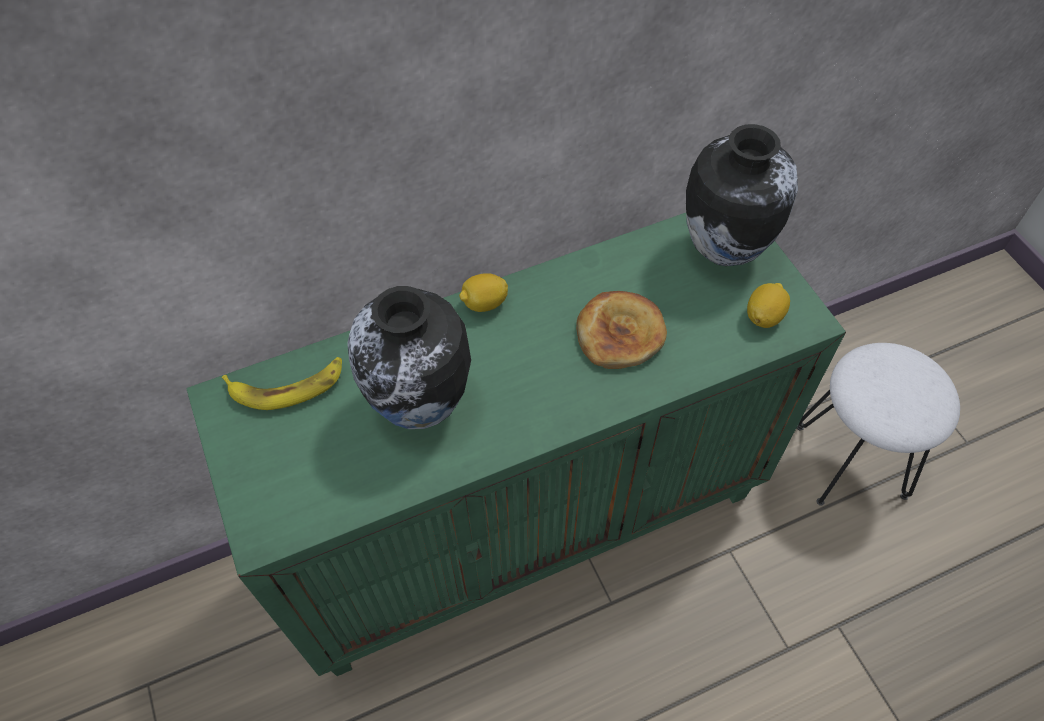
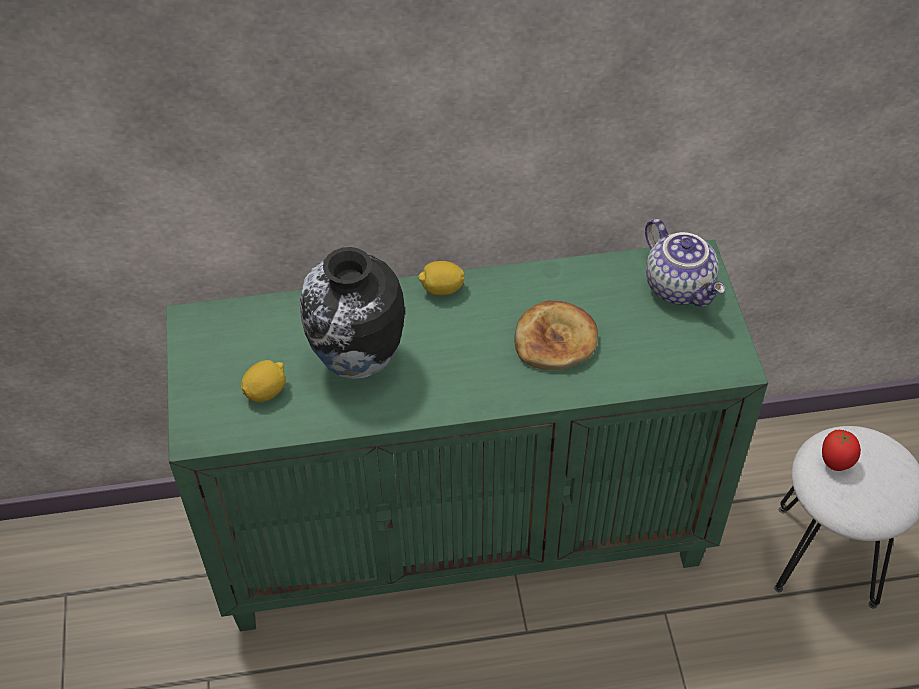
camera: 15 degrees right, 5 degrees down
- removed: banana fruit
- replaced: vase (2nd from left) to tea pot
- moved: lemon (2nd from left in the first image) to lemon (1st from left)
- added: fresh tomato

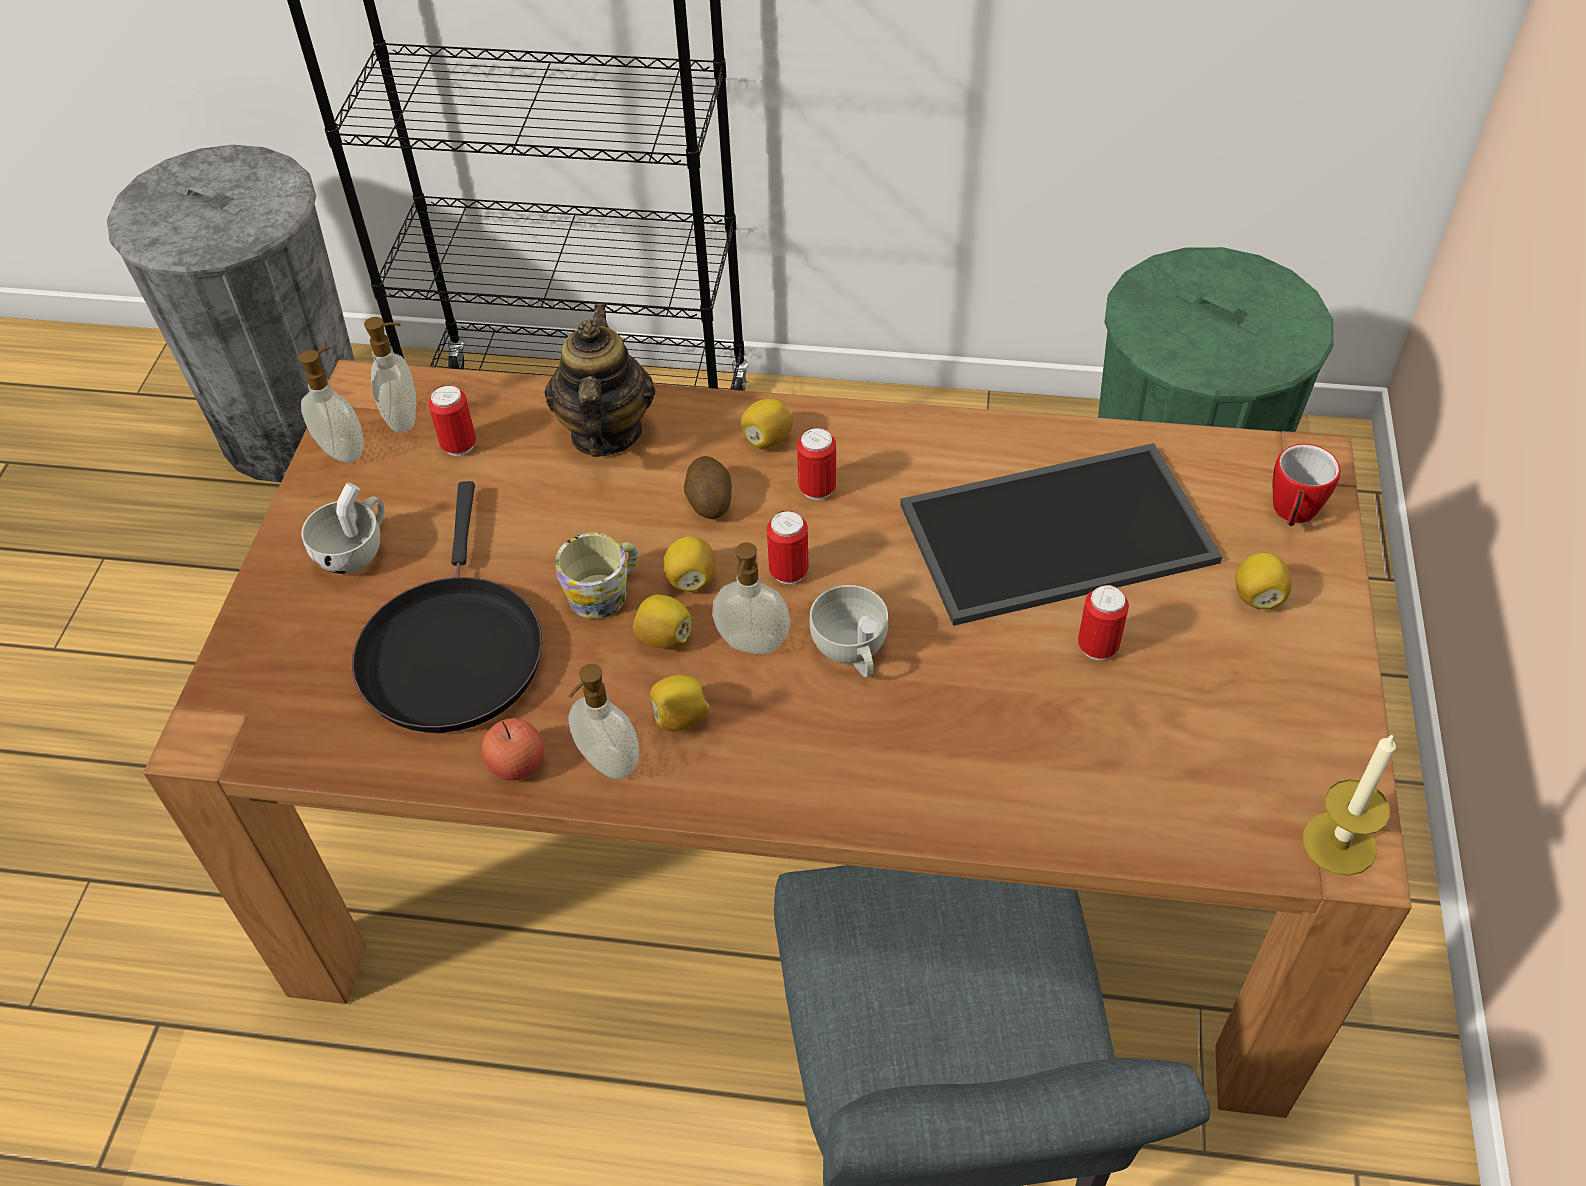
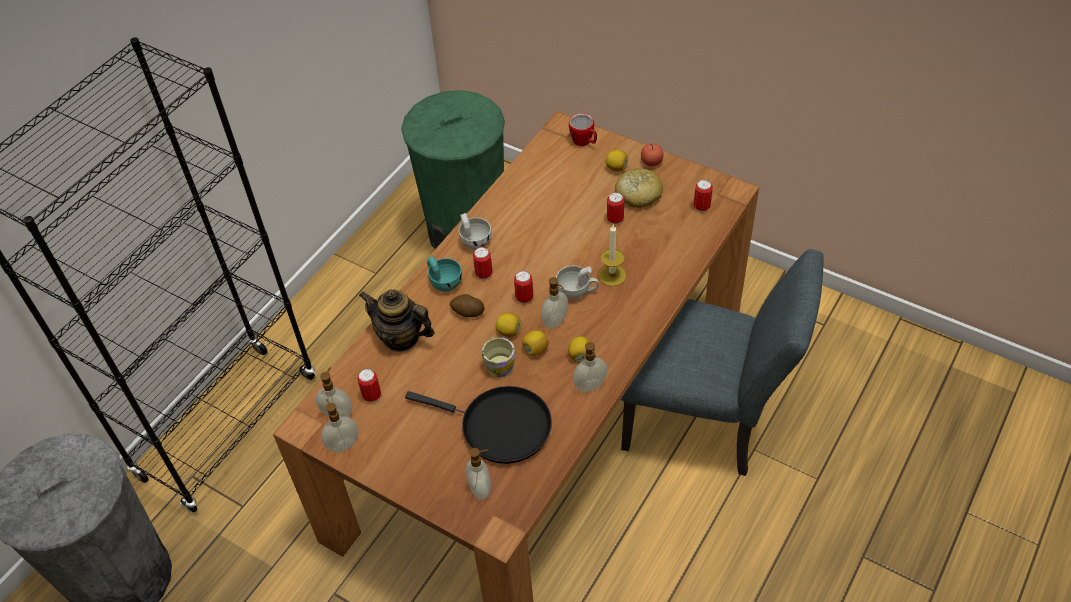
camera: 65 degrees left, 0 degrees up
- moved: whitish cup (1st from left)
- moved: apple fruit
- replaced: lemon (4th from left) to turquoise-coloured cup
- removed: serving tray
- moved: wax light
- added: soap bottle (3rd from left)
- added: bakery bread
- added: can (5th from left)

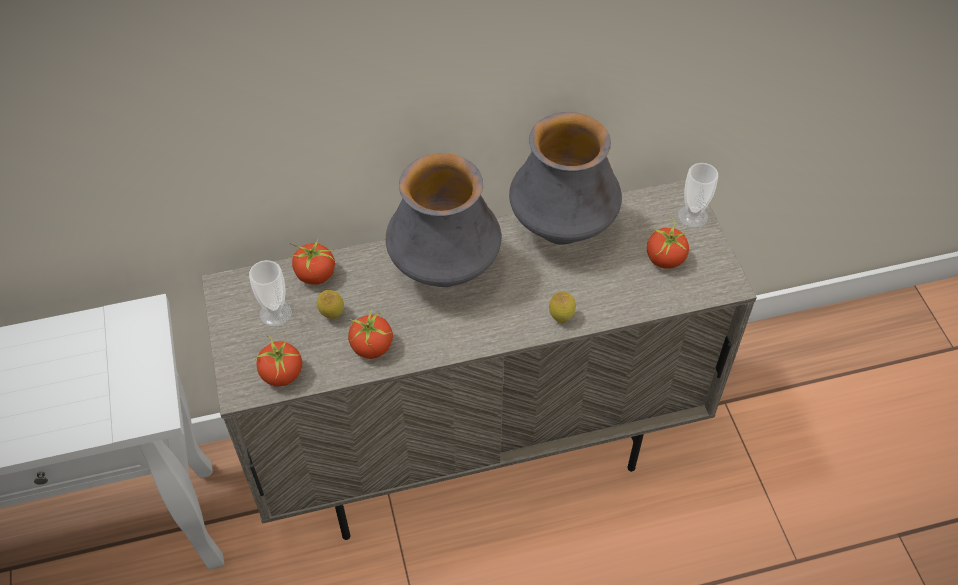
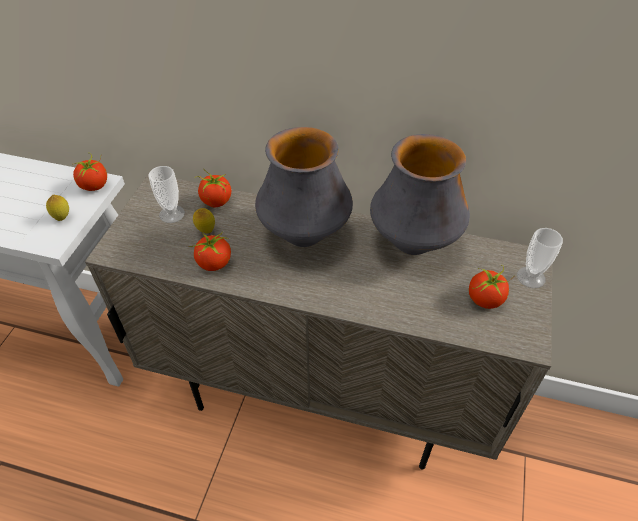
camera: 30 degrees right, 5 degrees down
- moved: fresh tomato (1st from left)
- moved: lemon (2nd from left in the first image) to lemon (1st from left)

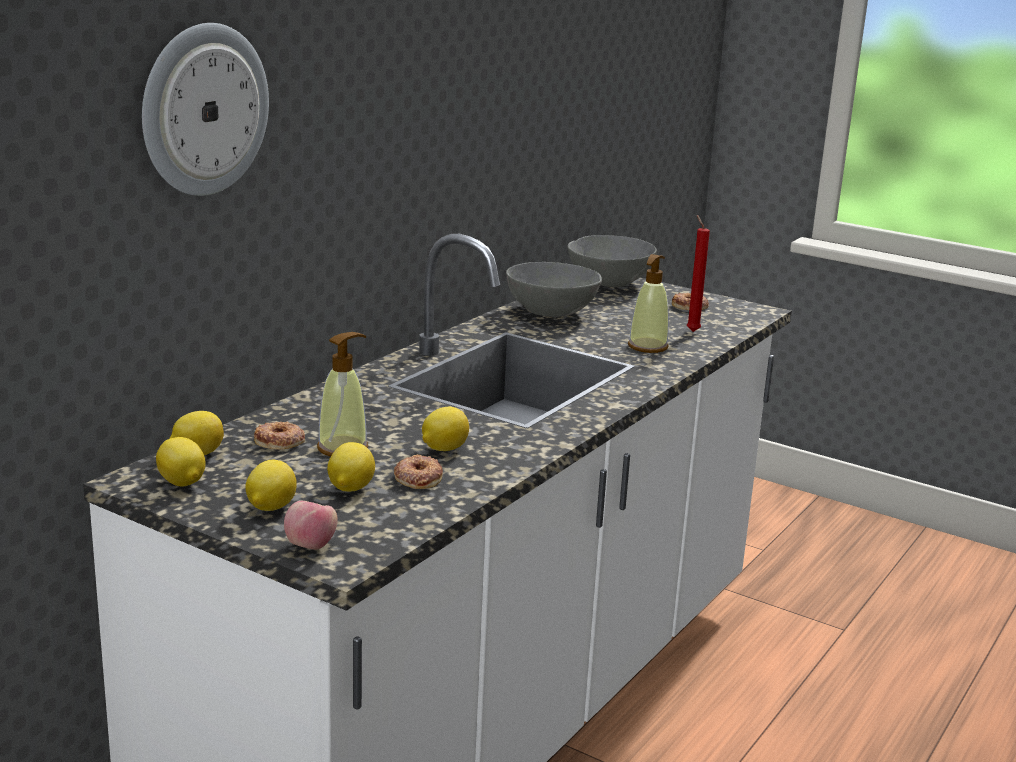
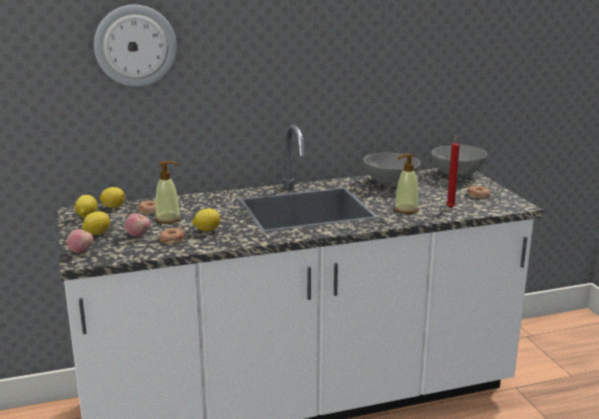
camera: 40 degrees right, 0 degrees up
- replaced: lemon (4th from left) to apple fruit (2nd from left)

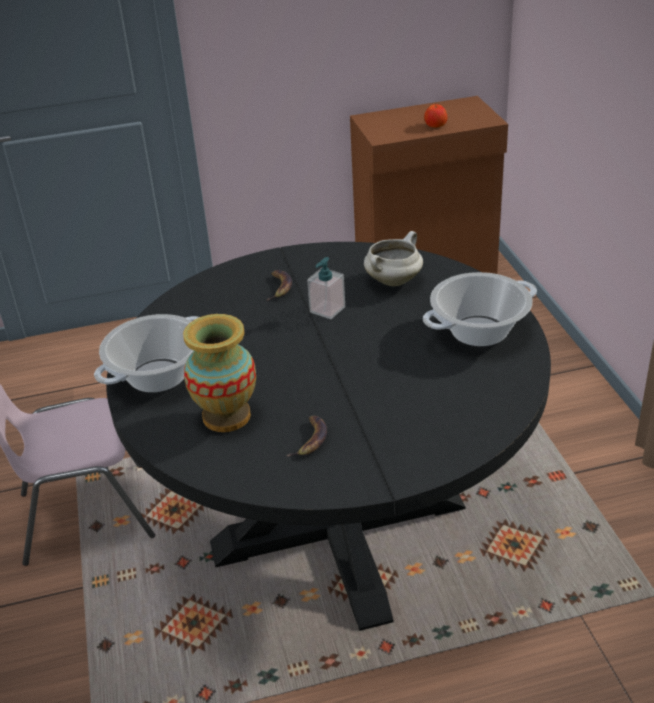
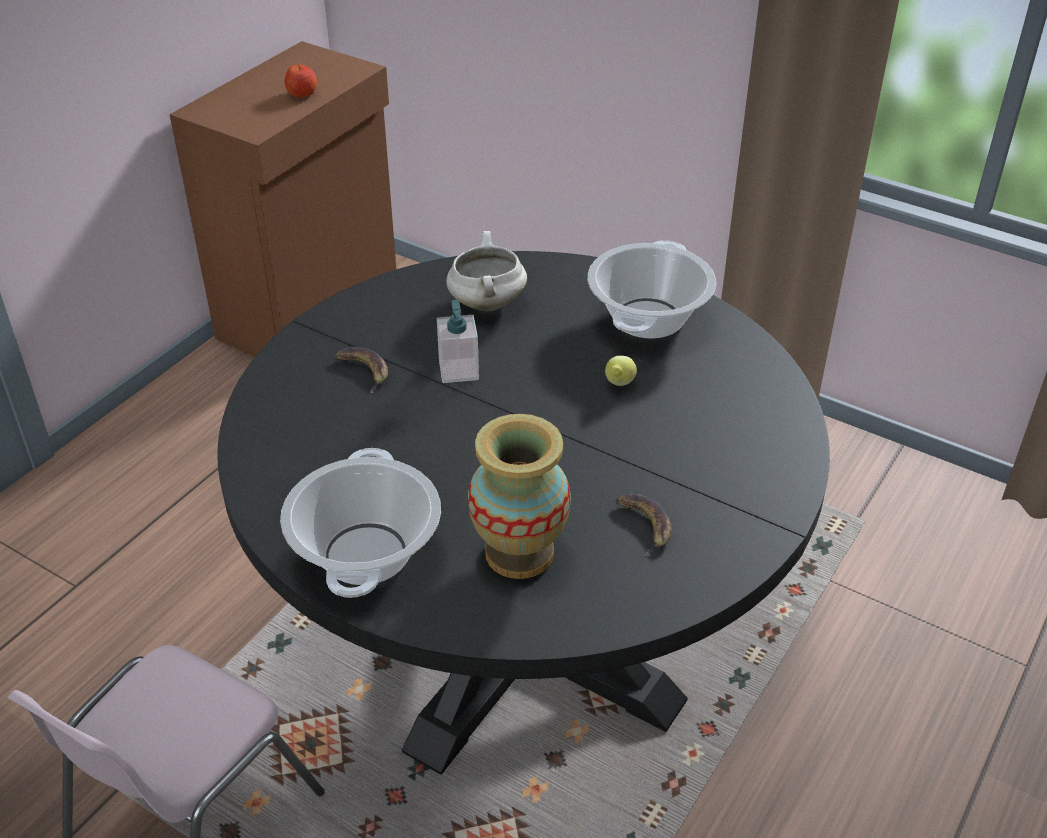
camera: 45 degrees left, 5 degrees up
- added: lemon

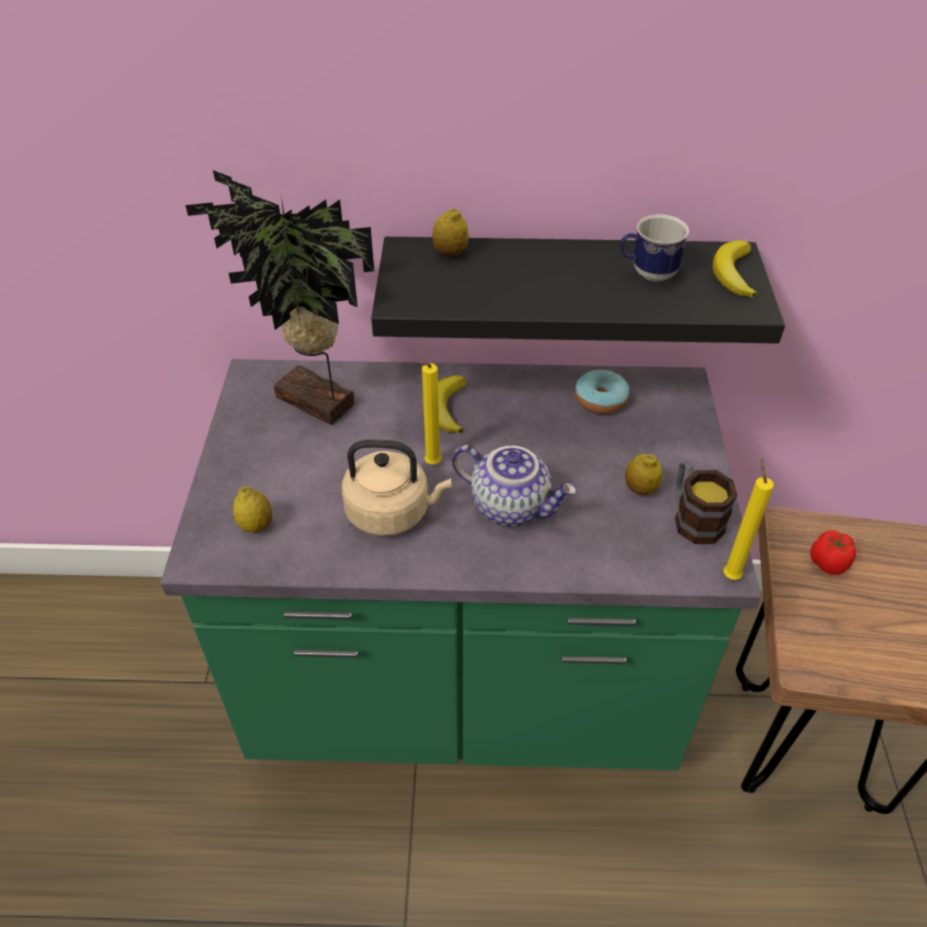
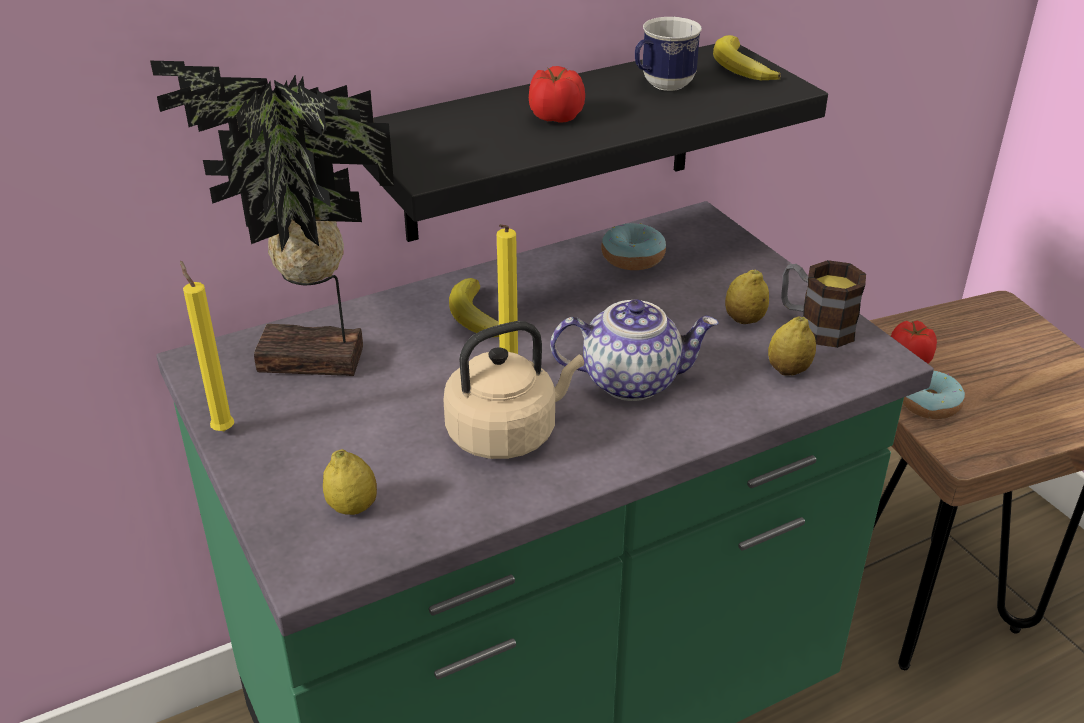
camera: 30 degrees left, 10 degrees down
- moved: lemon (2nd from left in the first image) to lemon (3rd from left)
- moved: yellow wax light (2nd from left in the first image) to yellow wax light (1st from left)
- added: fresh tomato (1st from left)
- added: doughnut (2nd from left)

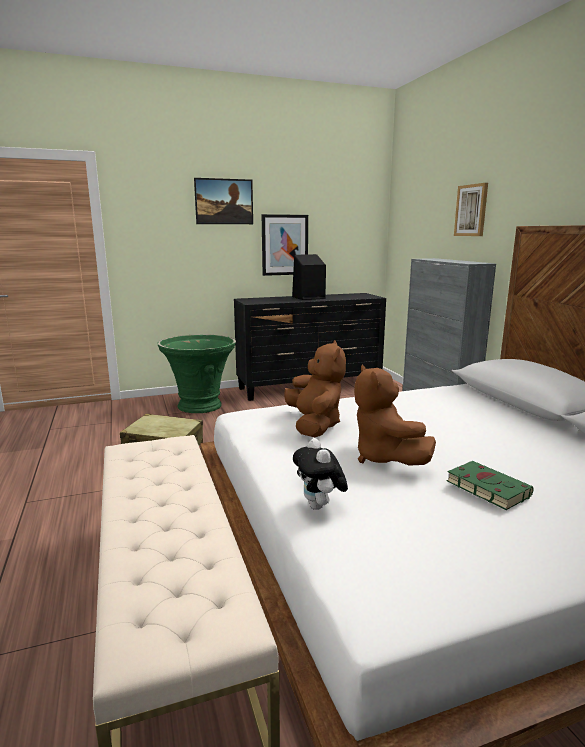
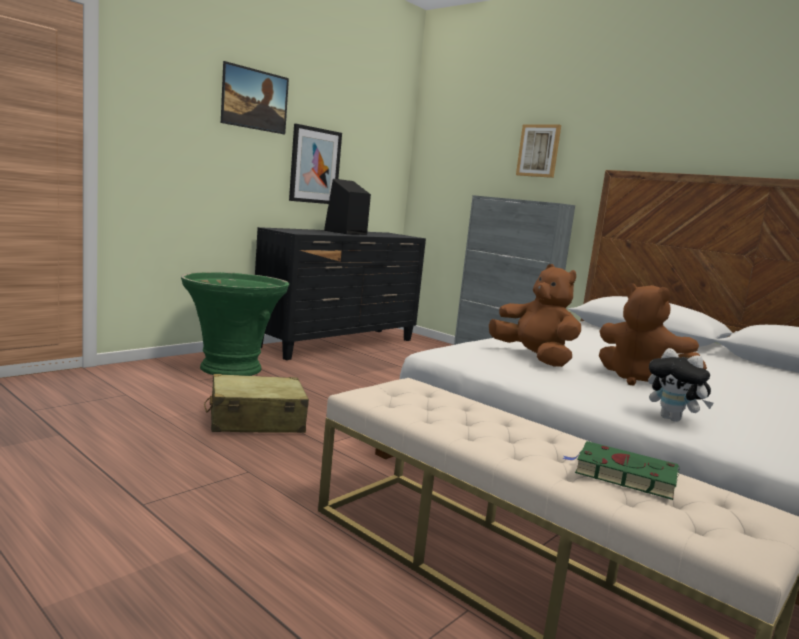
camera: 30 degrees left, 5 degrees down
- moved: green book

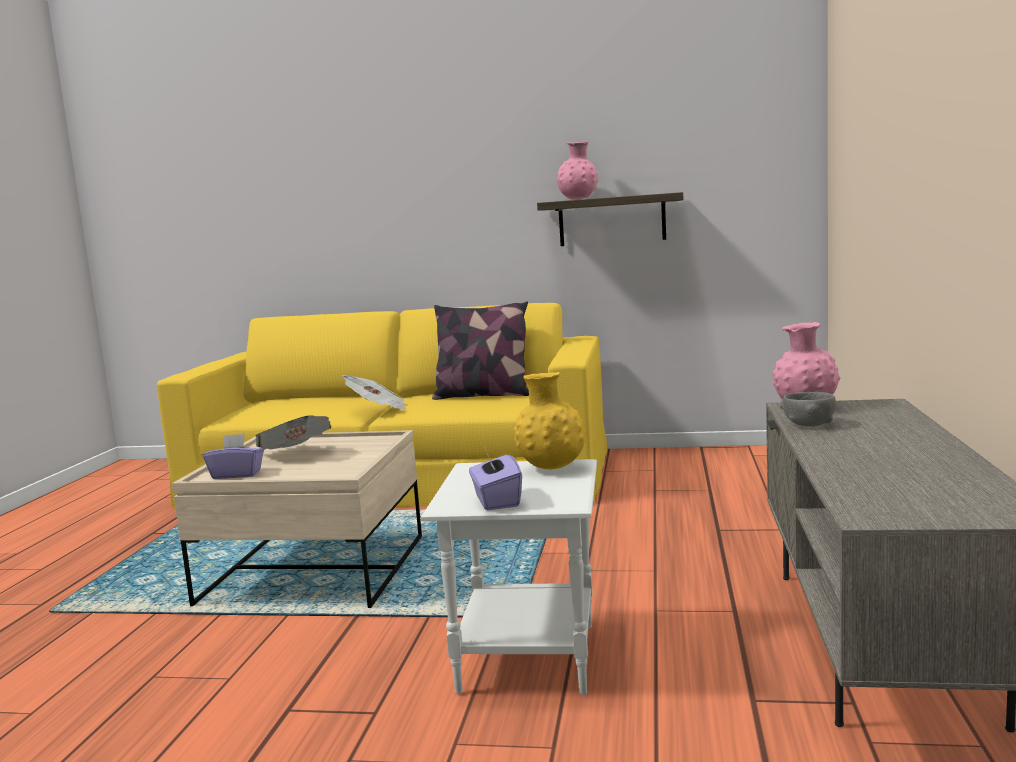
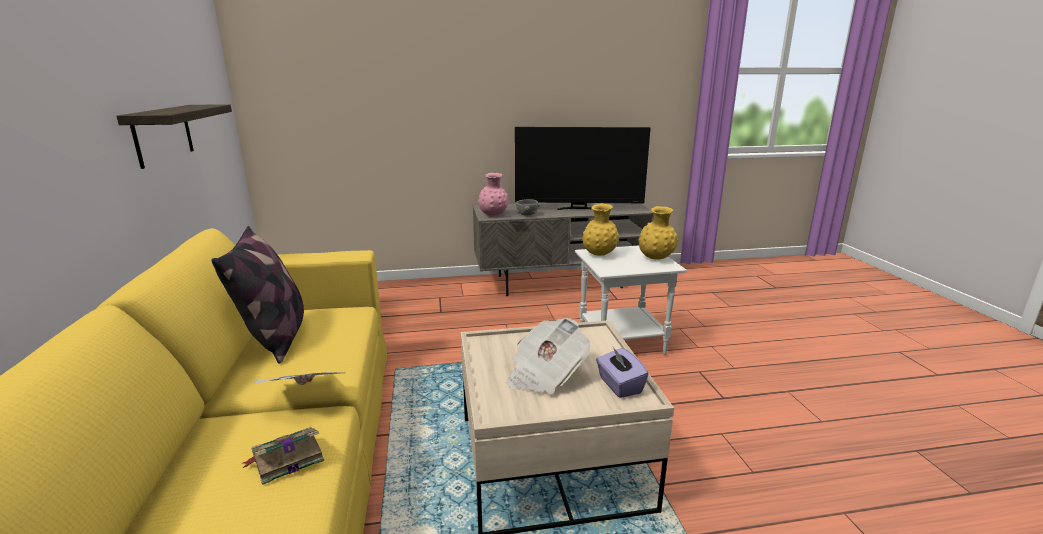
camera: 110 degrees left, 10 degrees up
- replaced: purple-coloured tissue box (2nd from left) to yellow vase (2nd from left)
- removed: pinkish vase (1st from left)
- added: book
- added: TV set

